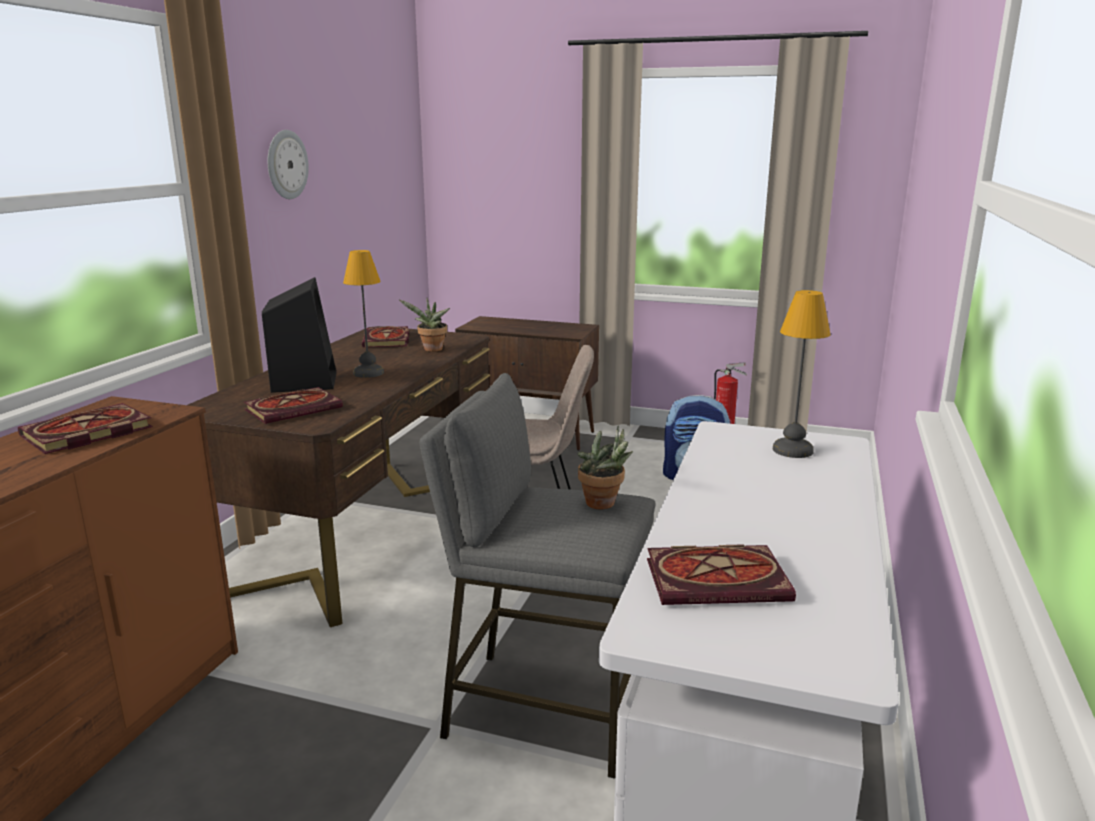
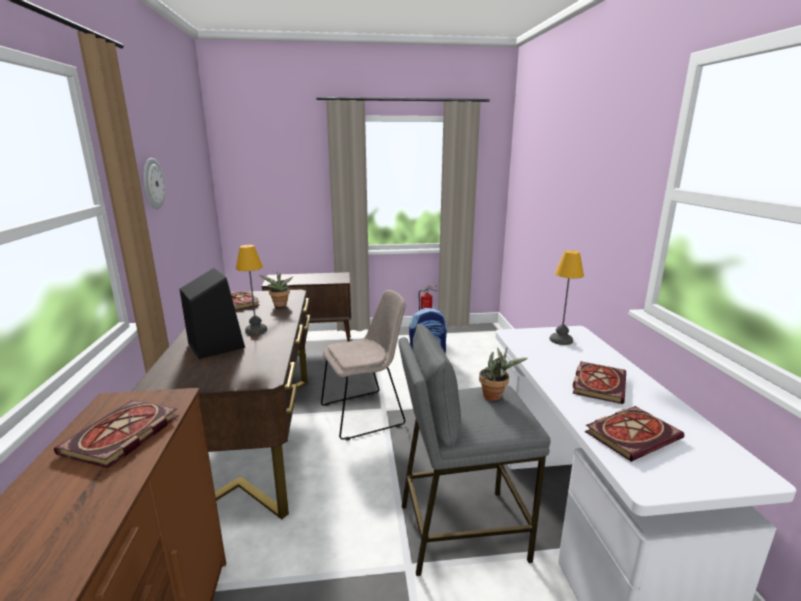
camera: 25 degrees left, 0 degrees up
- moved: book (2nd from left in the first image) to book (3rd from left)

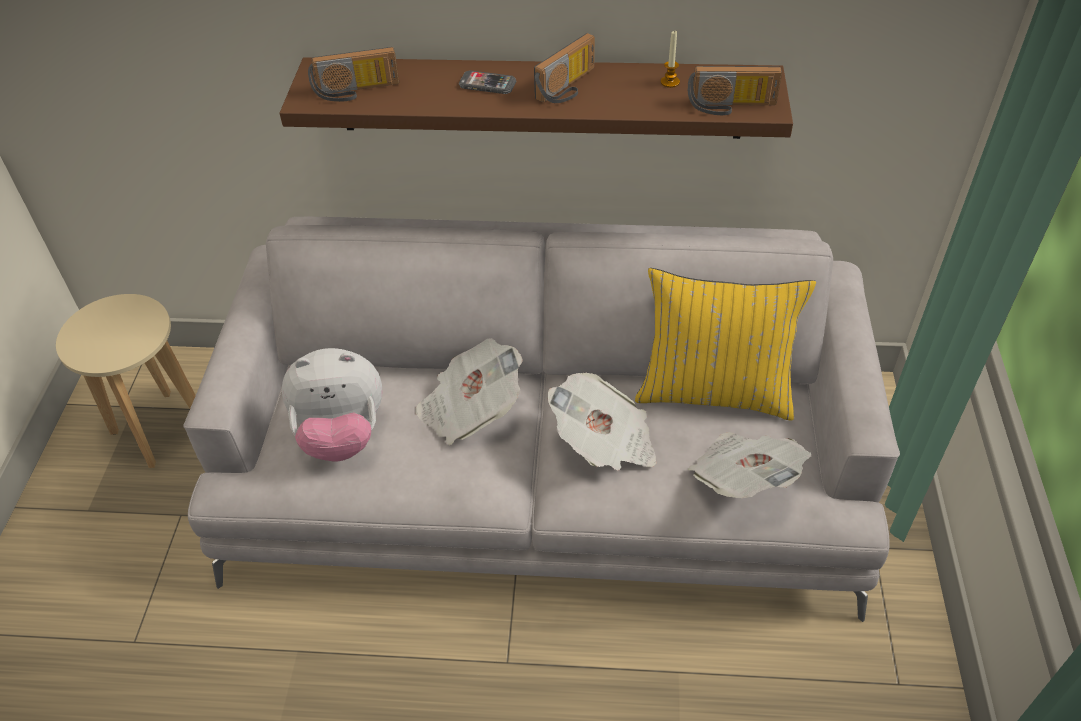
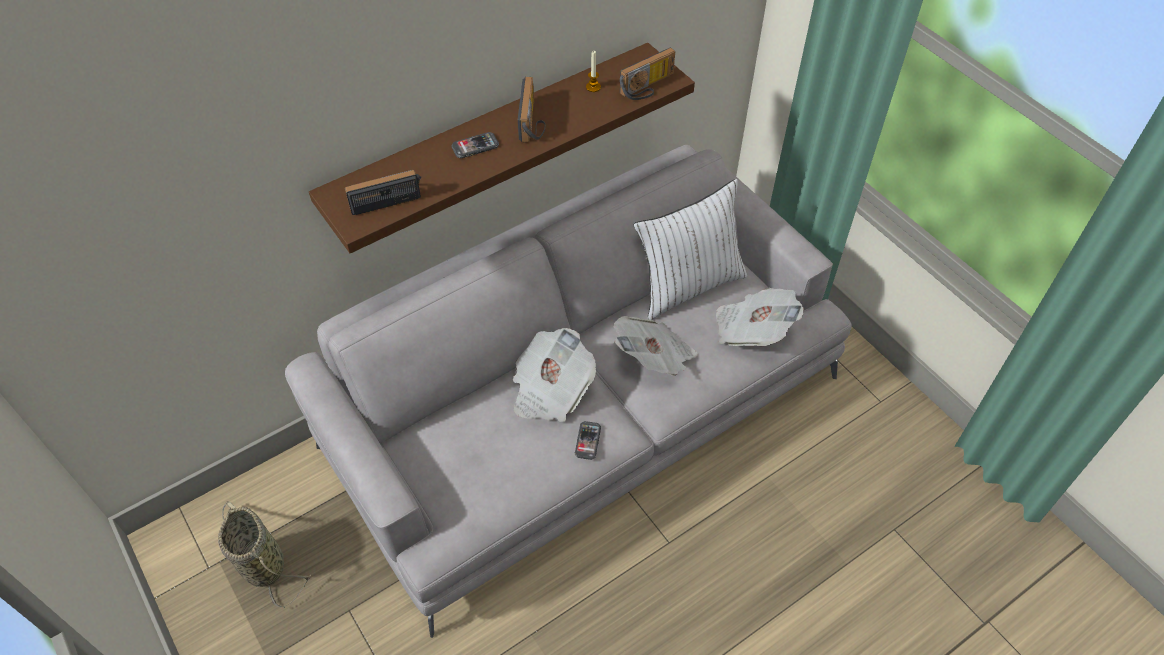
camera: 40 degrees left, 5 degrees up
- replaced: sand-coloured stool seat to basket
- removed: soft toy
- turned: radio set (1st from left) 150 degrees counterclockwise
- recoloured: yellow cushion to whitish cushion
- added: handset (2nd from left)

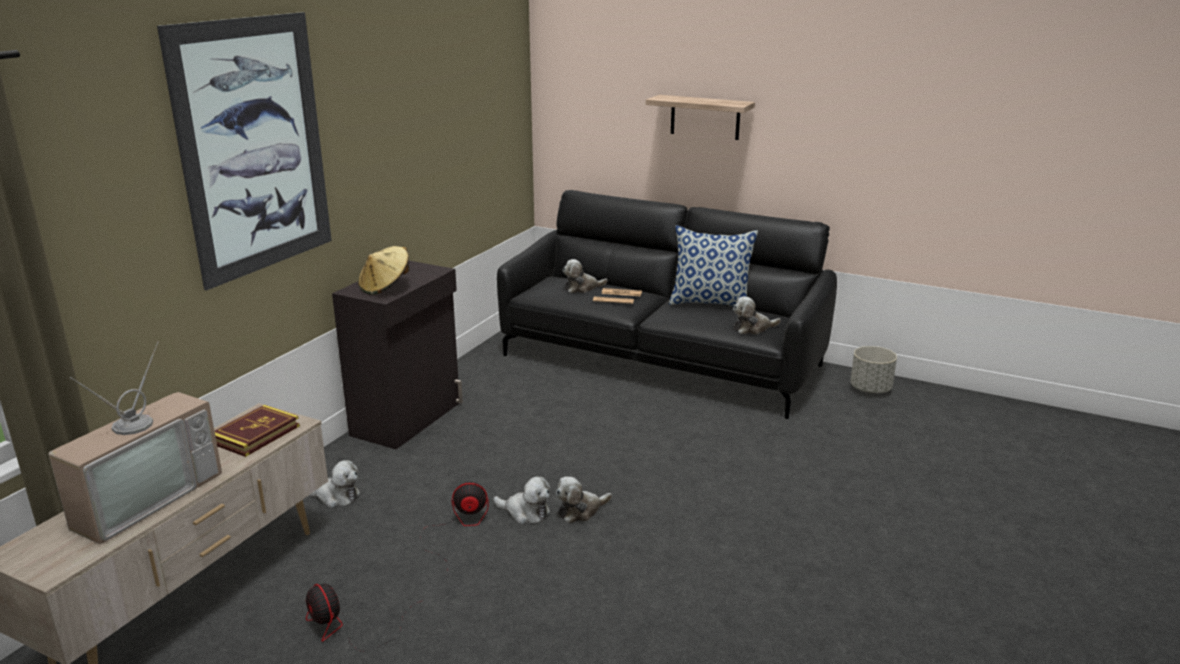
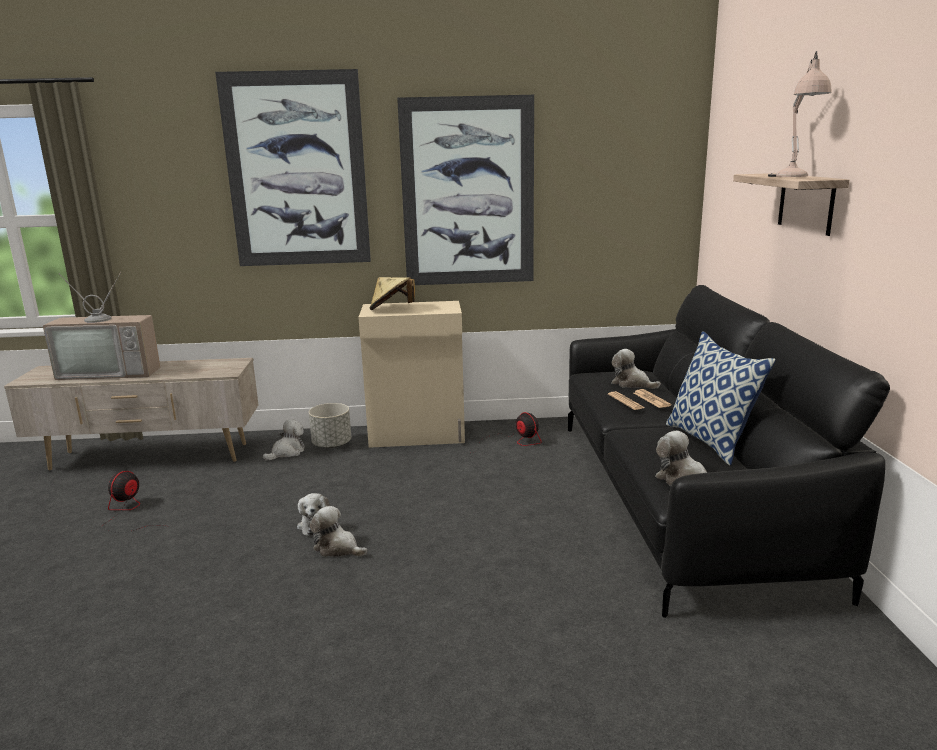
camera: 60 degrees right, 5 degrees down
- removed: book
- turned: soft toy (1st from left) 120 degrees counterclockwise
- recoloured: black storage cabinet to sand-coloured storage cabinet
- moved: fan (2nd from left)
- moved: gray flower pot
- added: picture (2nd from left)
- added: sand-coloured tabletop lamp

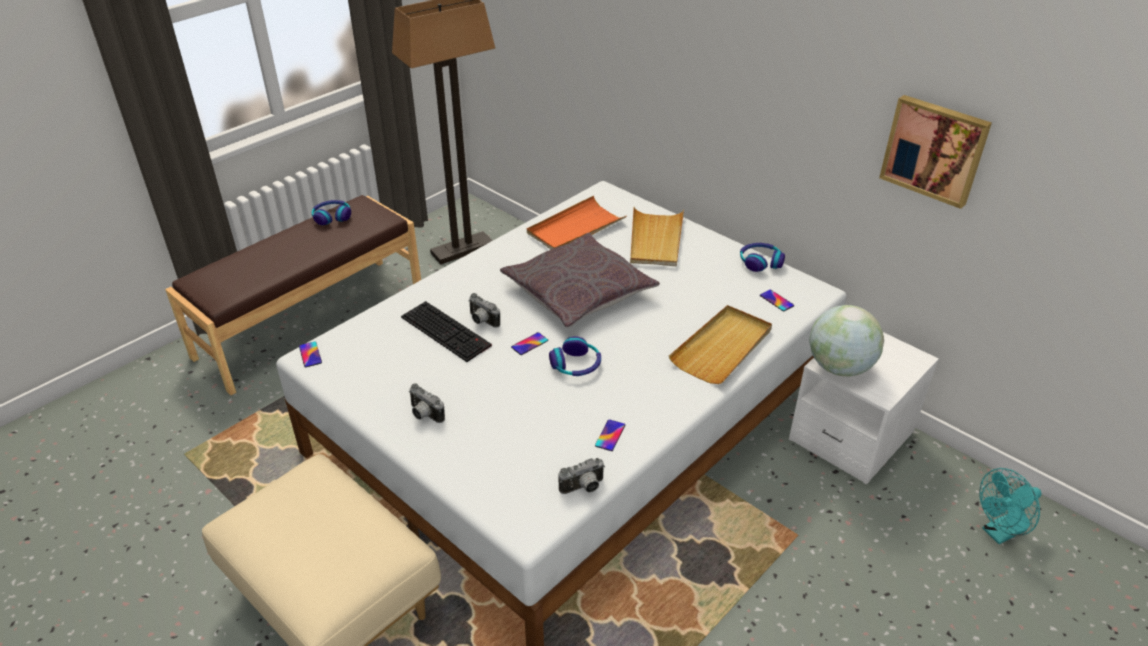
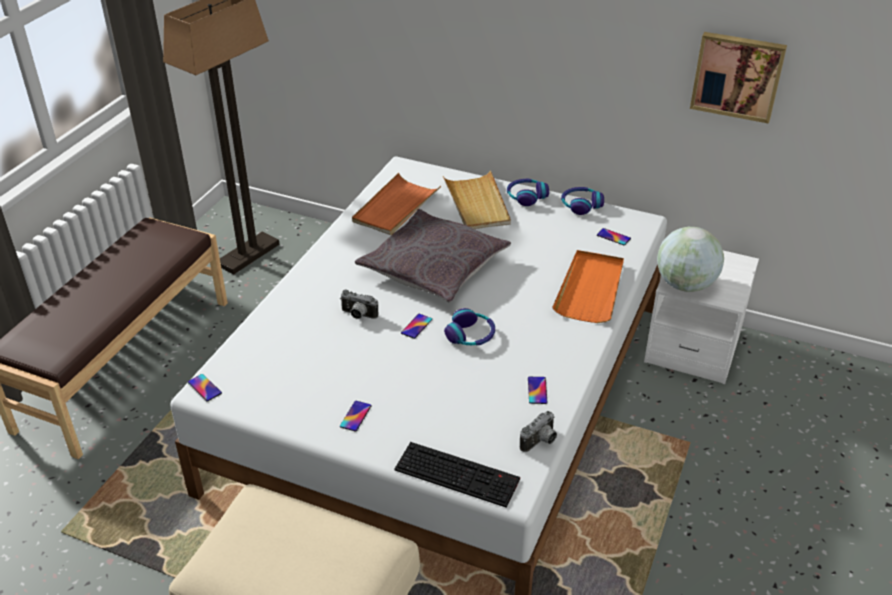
camera: 20 degrees left, 0 degrees up
- moved: pair of headphones (1st from left in the first image) to pair of headphones (2nd from left)
- moved: keyboard
- replaced: still camera (1st from left) to handset (2nd from left)
- recoloured: sand-coloured serving tray (2nd from left) to orange serving tray (2nd from left)
- removed: turquoise-coloured fan

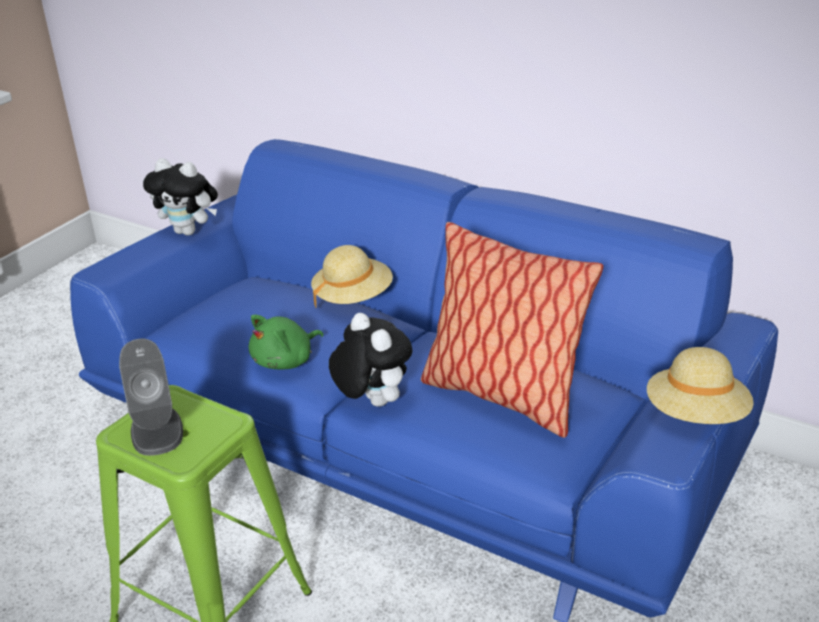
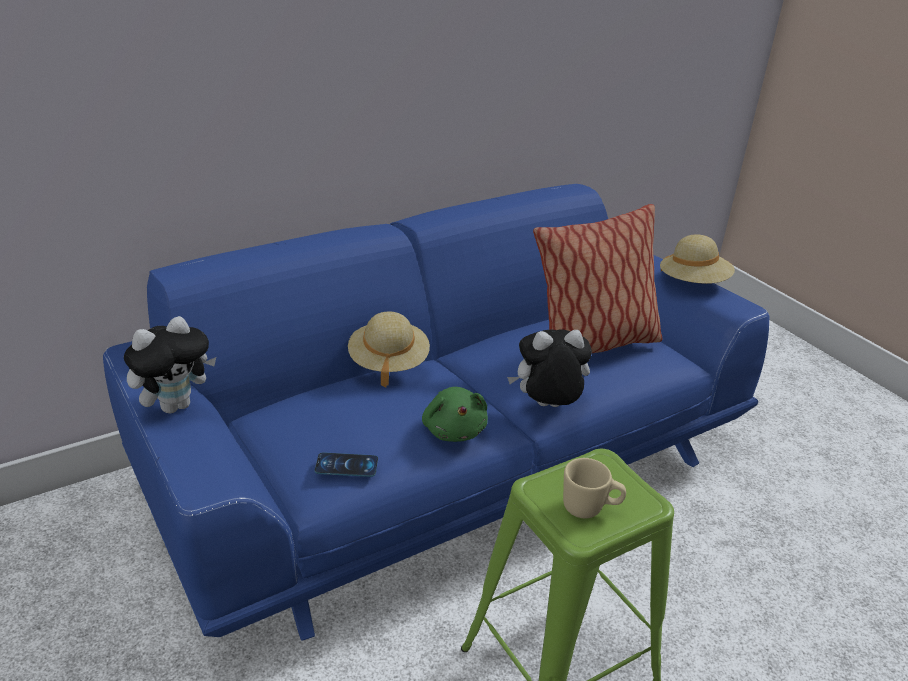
camera: 65 degrees left, 0 degrees up
- replaced: gray loudspeaker to sand-coloured coffee mug
- added: handset

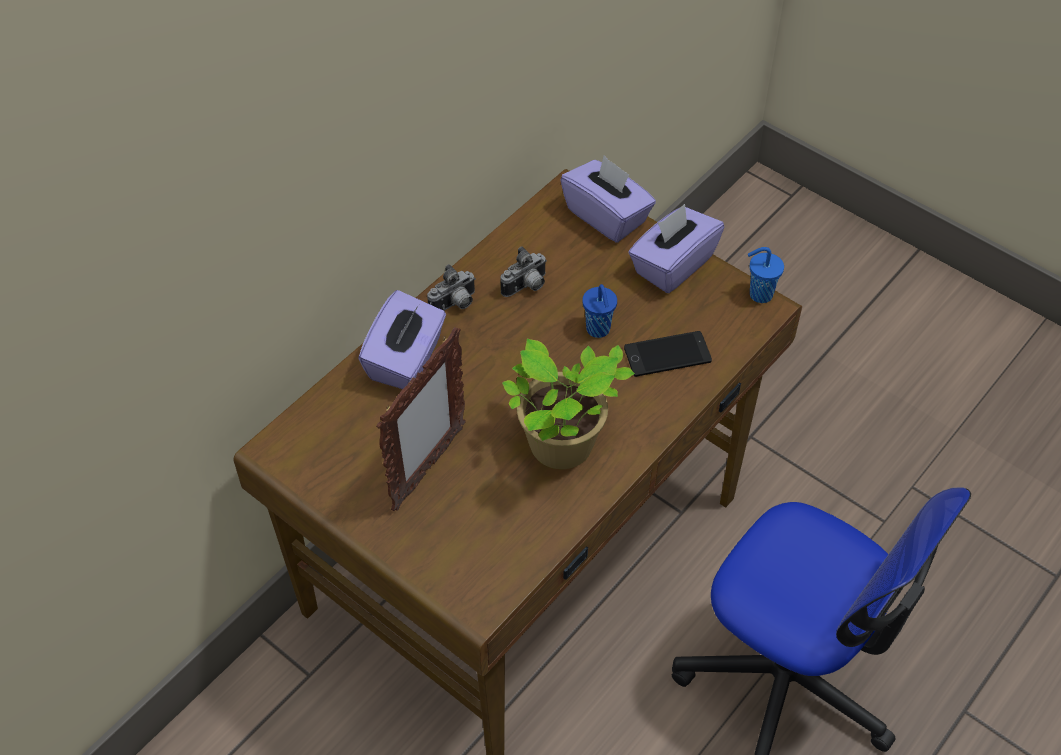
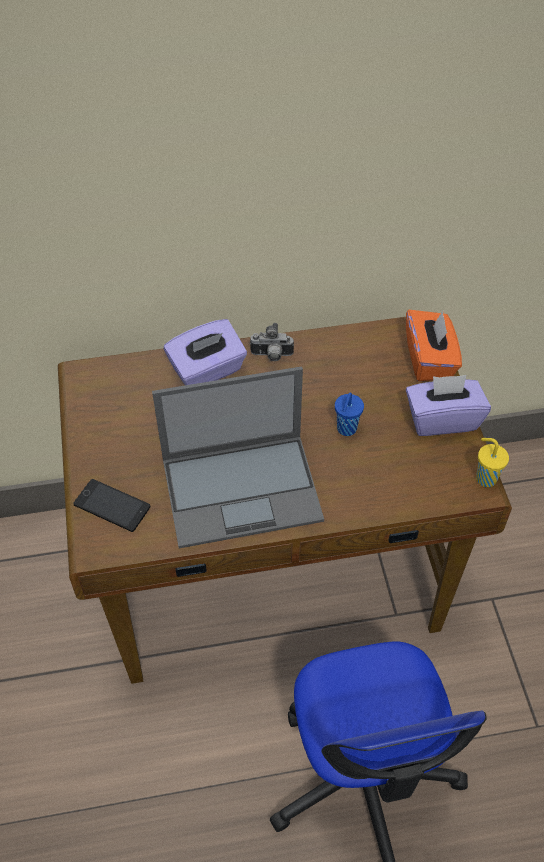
camera: 40 degrees right, 0 degrees up
- removed: standing frame
- removed: still camera (2nd from left)
- replaced: potted plant to notebook computer
- recoloured: purple-coloured tissue box (2nd from left) to orange tissue box
- moved: handset
- recoloured: blue cup (2nd from left) to yellow cup

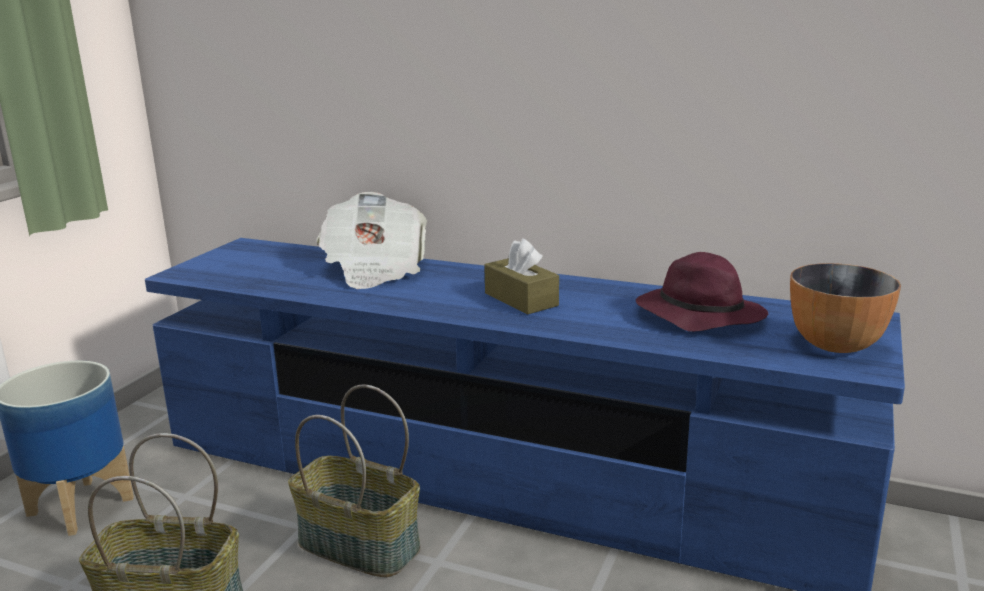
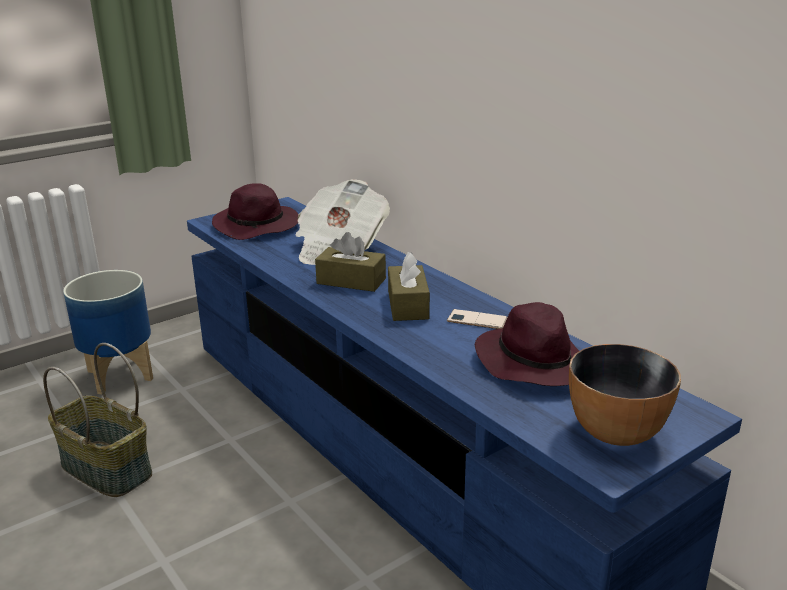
camera: 30 degrees right, 5 degrees up
- removed: basket (2nd from left)
- added: purple-coloured wearable hat (1st from left)
- added: brown tissue box (1st from left)
- added: handset

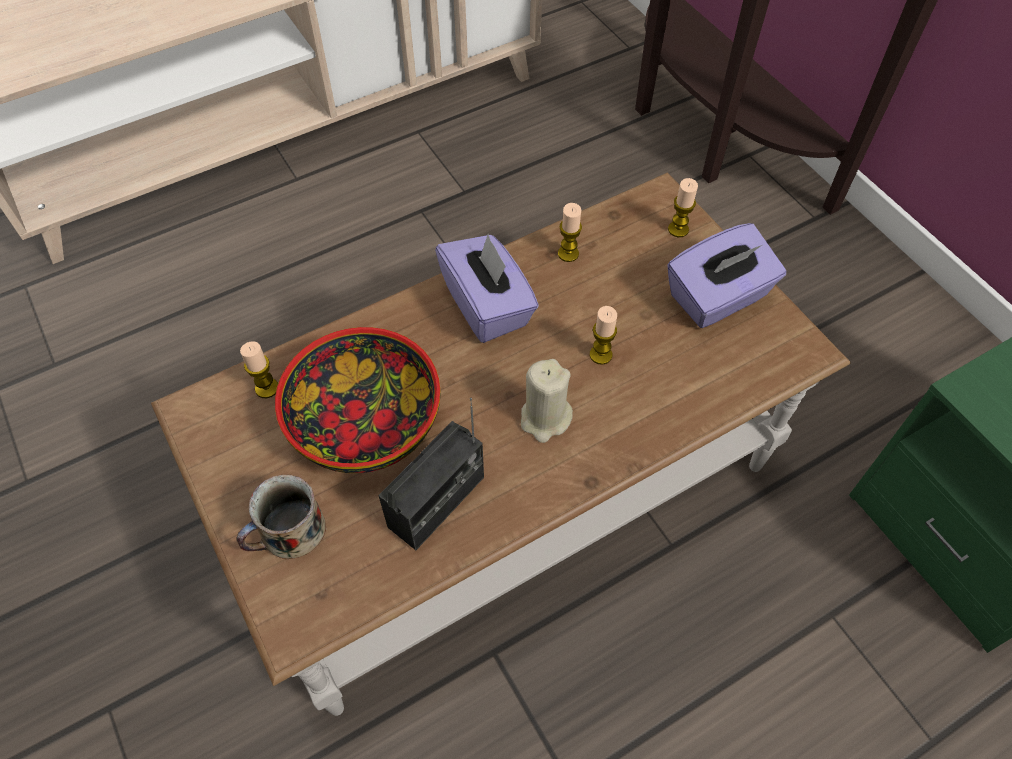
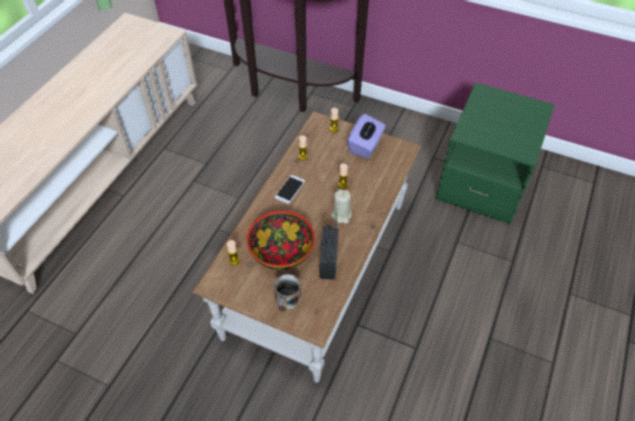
camera: 35 degrees left, 5 degrees down
- replaced: purple-coloured tissue box (1st from left) to handset

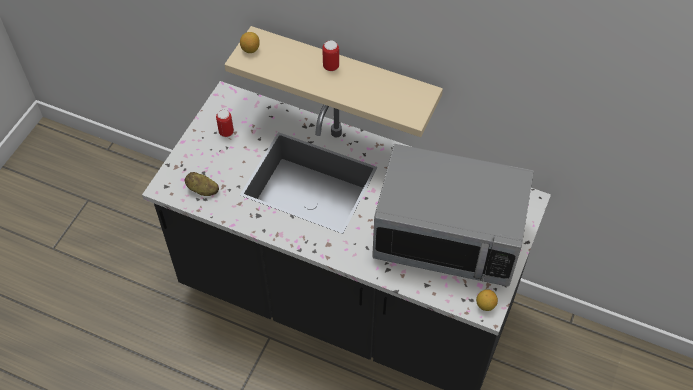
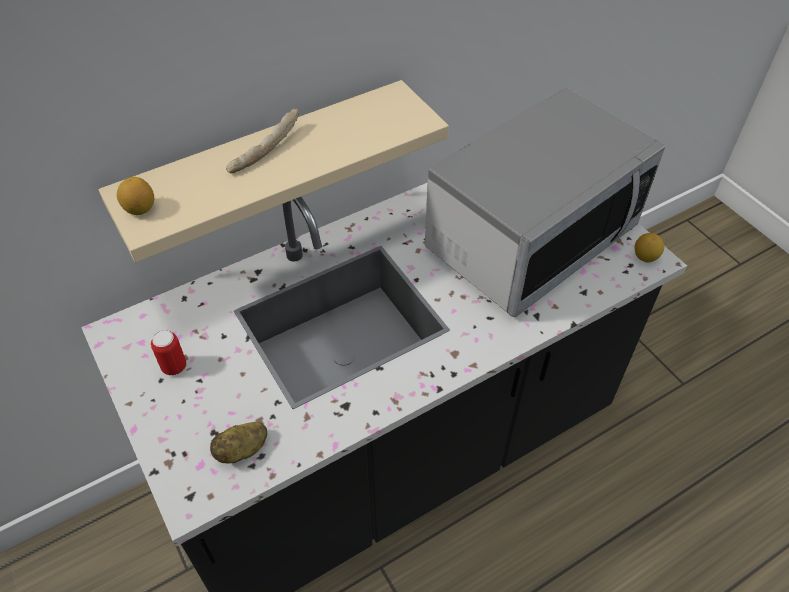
camera: 55 degrees left, 5 degrees down
- replaced: can (2nd from left) to bakery bread

